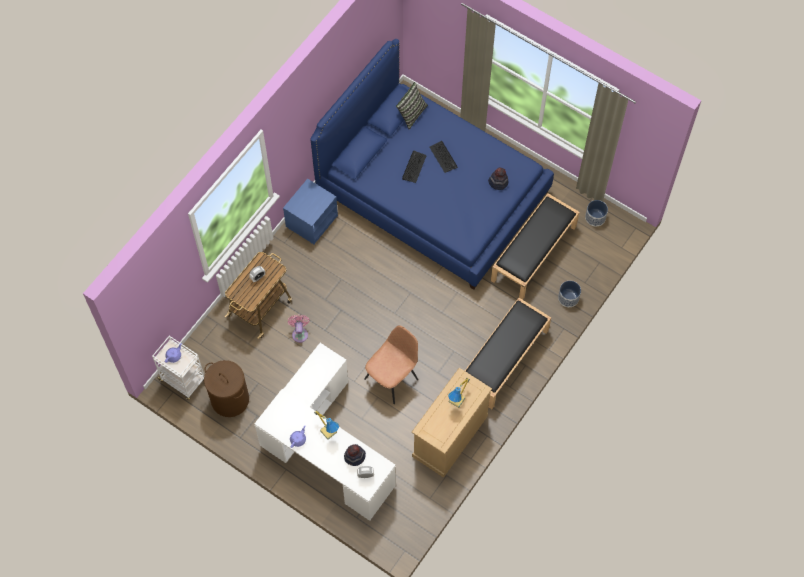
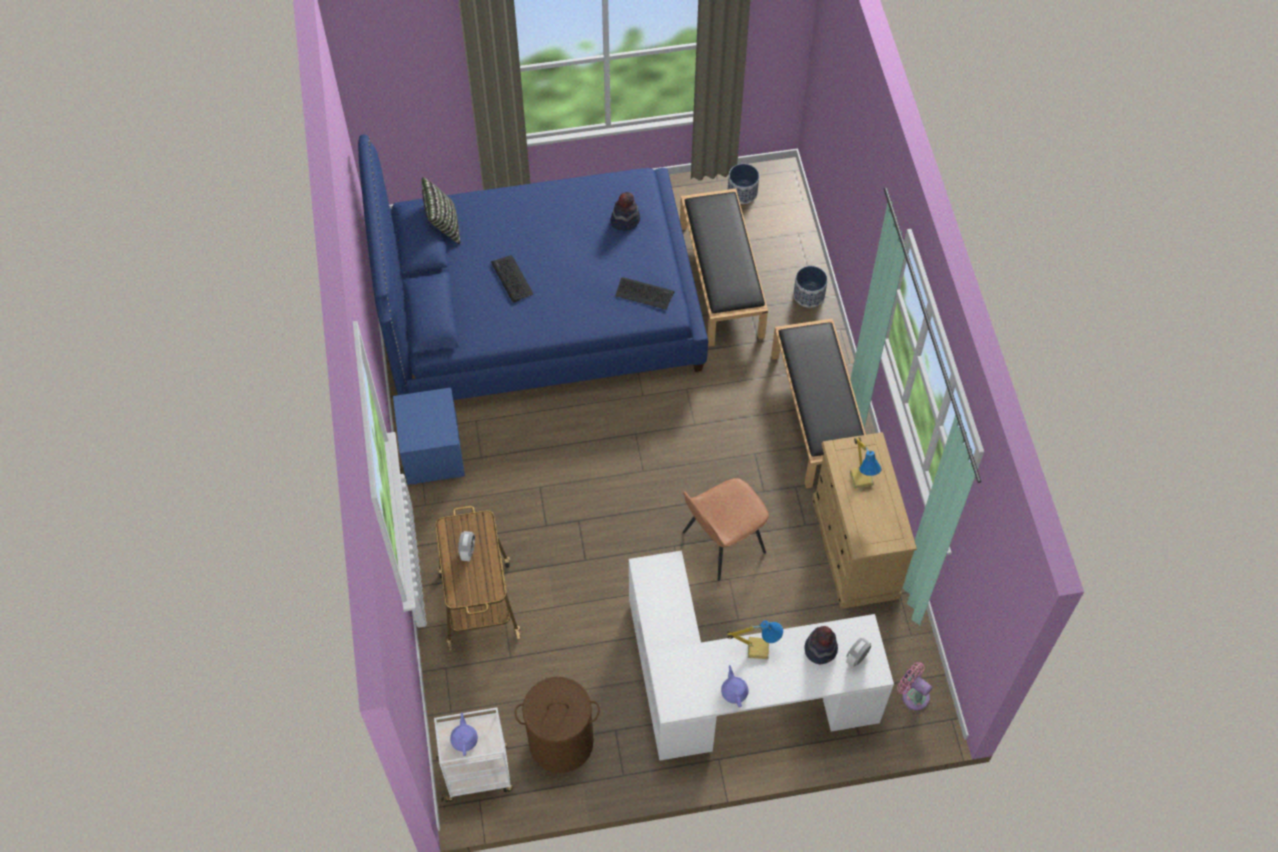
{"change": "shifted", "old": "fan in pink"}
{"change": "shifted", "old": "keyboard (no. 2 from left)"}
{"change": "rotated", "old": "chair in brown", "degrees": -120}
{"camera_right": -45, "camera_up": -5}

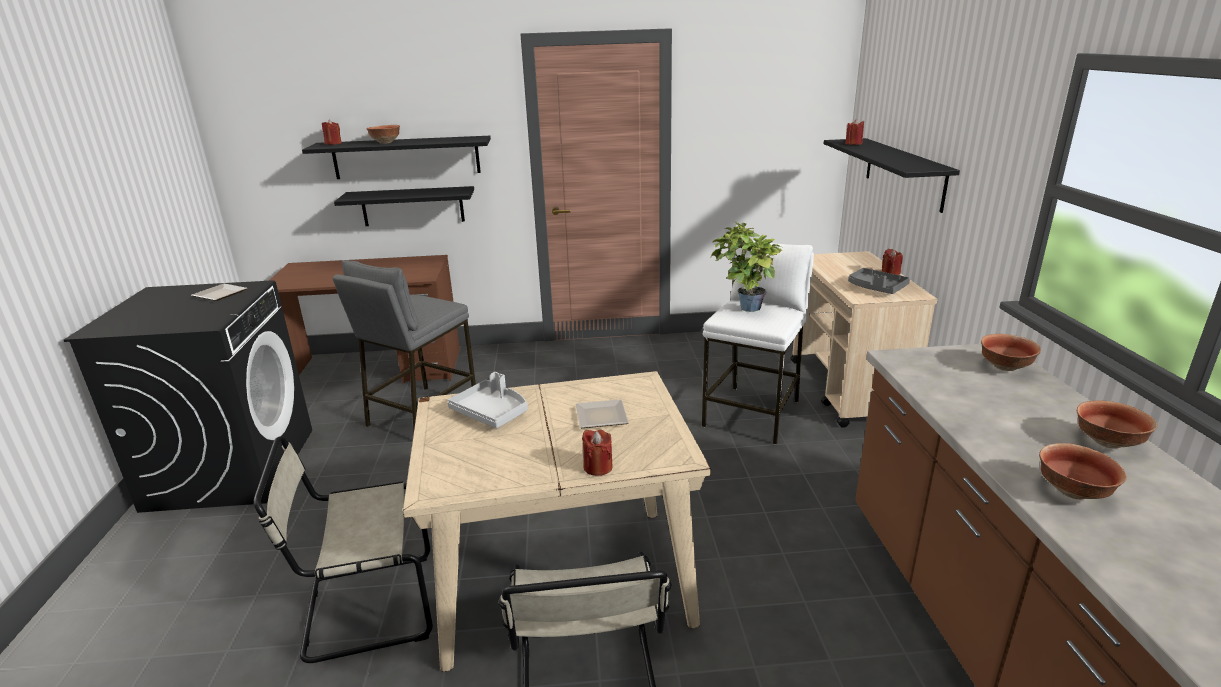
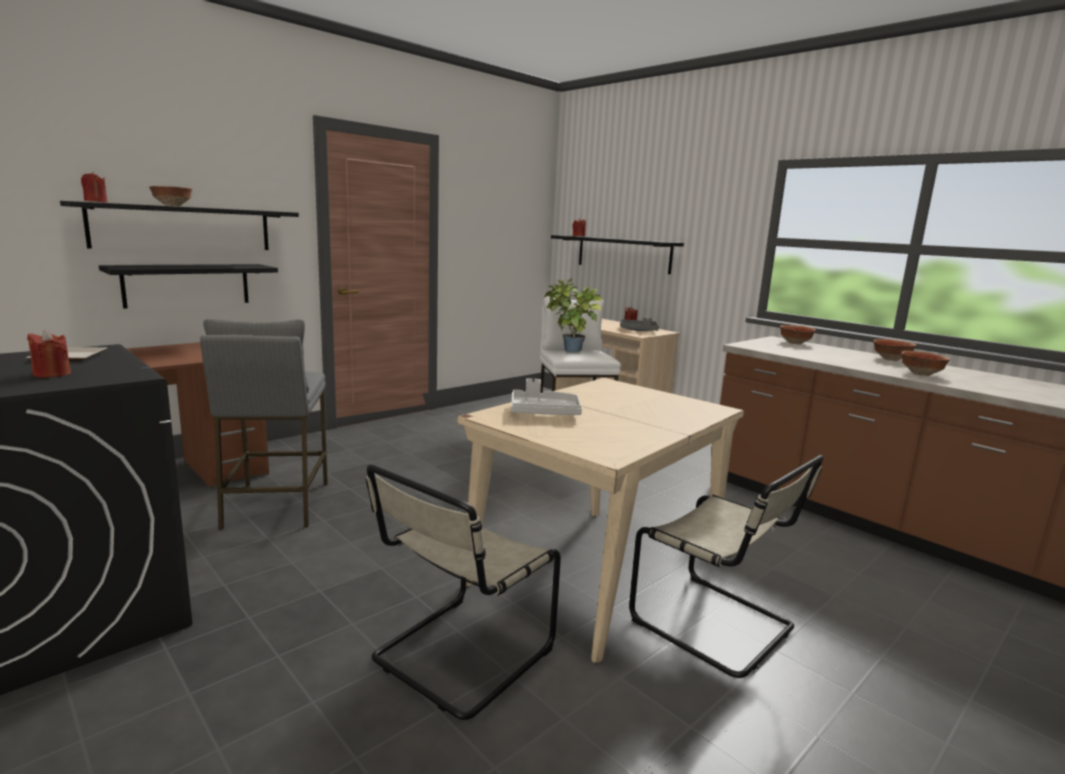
{"change": "gone", "old": "plate (no. 2 from left)"}
{"change": "shifted", "old": "candle in red (no. 2 from left in the first image)", "new": "candle in red (no. 1 from left)"}
{"camera_right": -40, "camera_up": -10}

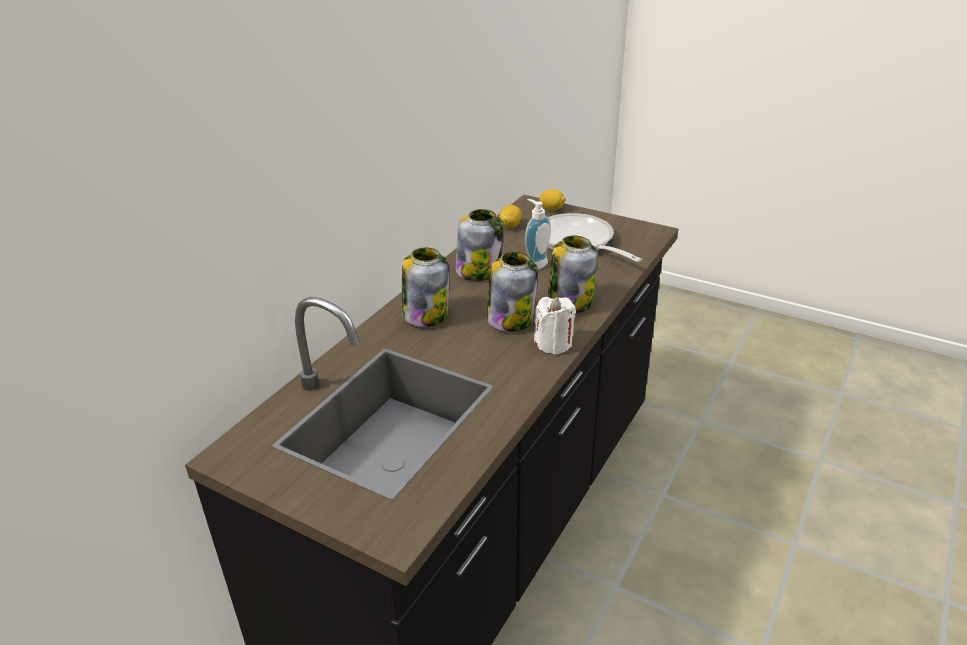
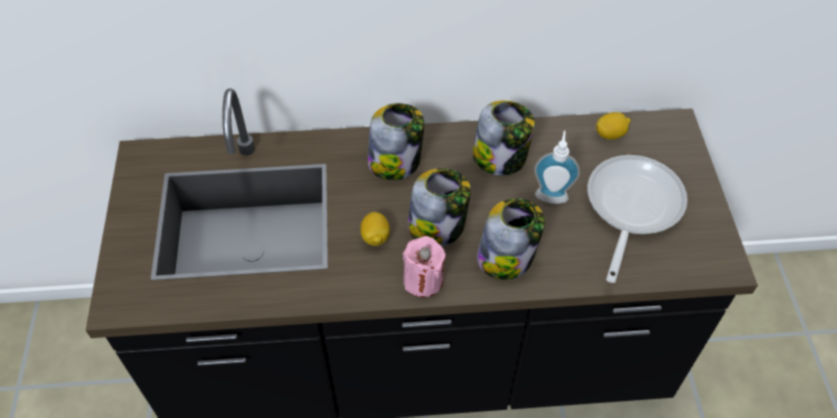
{"change": "shifted", "old": "lemon (no. 2 from left in the first image)", "new": "lemon (no. 1 from left)"}
{"change": "repainted", "old": "candle in white", "new": "candle in pink"}
{"camera_right": 55, "camera_up": 20}

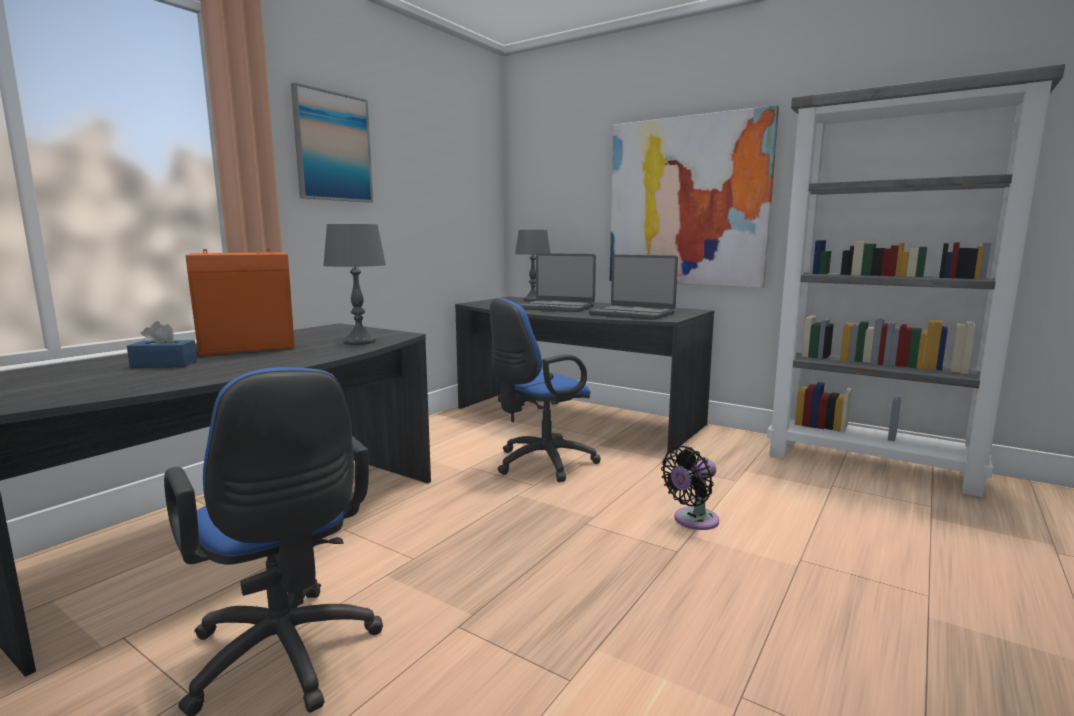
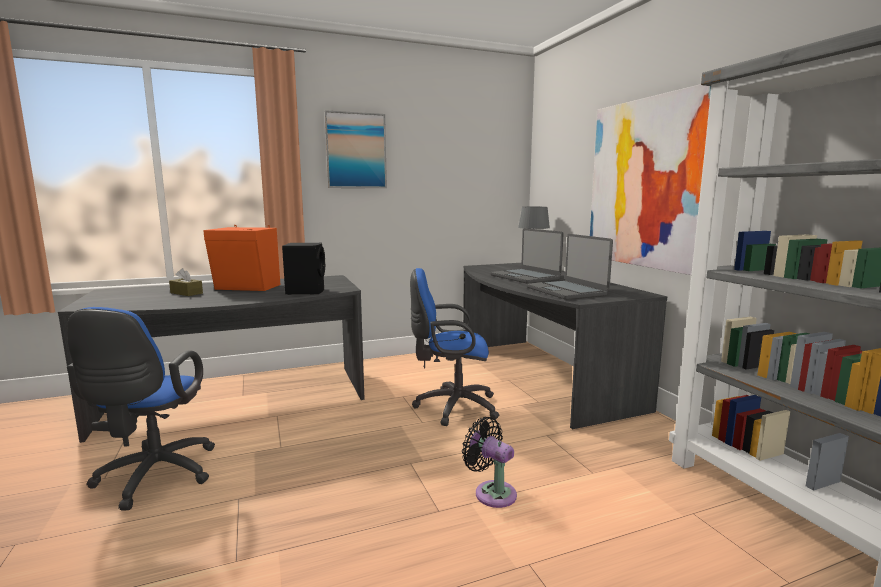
{"change": "swapped", "old": "table lamp in grey (no. 1 from left)", "new": "speaker in black"}
{"change": "repainted", "old": "tissue box in blue", "new": "tissue box in brown"}
{"change": "rotated", "old": "fan in black", "degrees": 45}
{"camera_right": 35, "camera_up": 0}

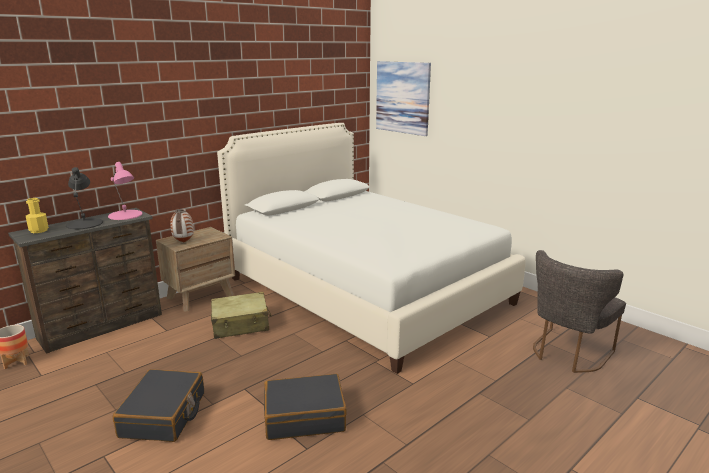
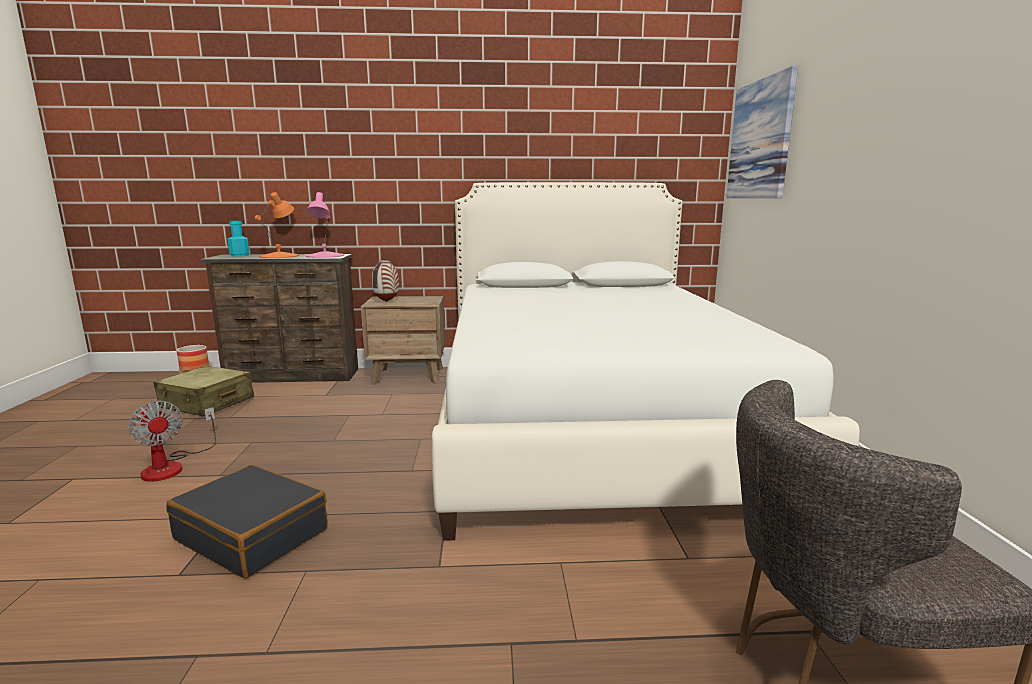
{"change": "shifted", "old": "suitcase in beige"}
{"change": "swapped", "old": "suitcase in black (no. 1 from left)", "new": "fan"}
{"change": "repainted", "old": "bottle in yellow", "new": "bottle in turquoise"}
{"change": "repainted", "old": "table lamp in black", "new": "table lamp in orange"}
{"camera_right": 40, "camera_up": -5}

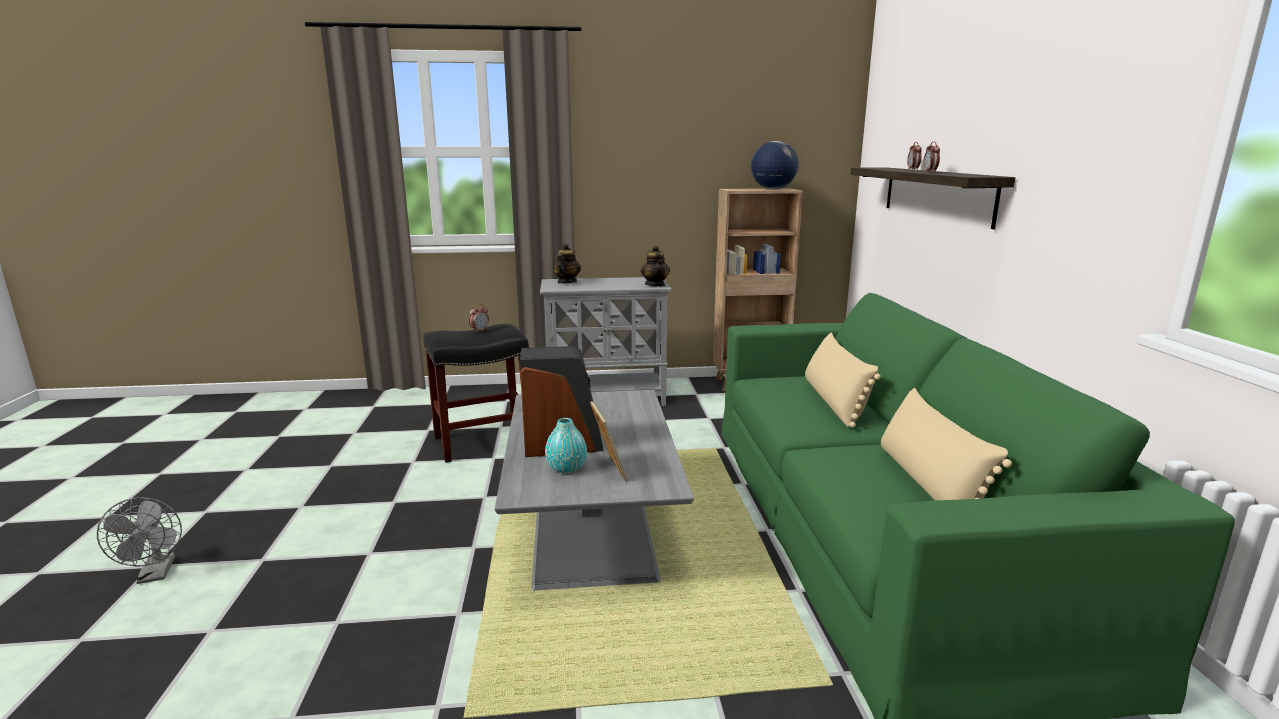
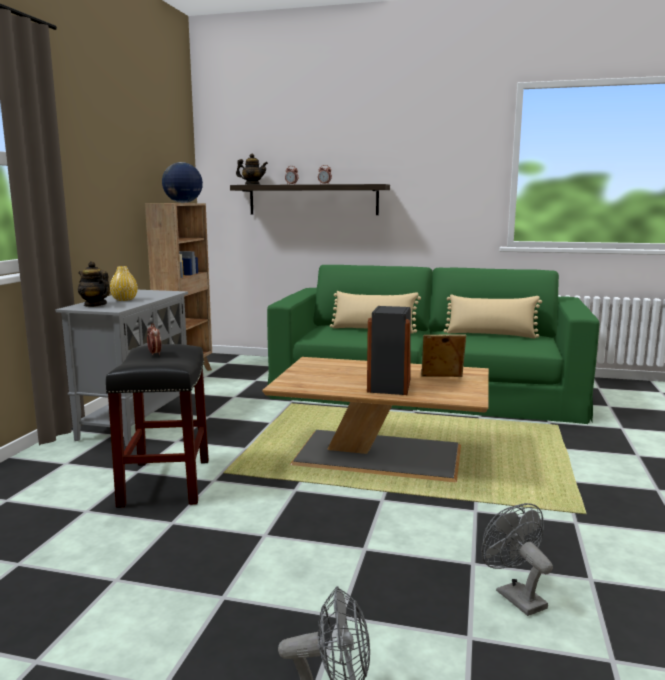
{"change": "gone", "old": "vase in turquoise"}
{"change": "new", "new": "vase in yellow"}
{"change": "new", "new": "fan in grey (no. 2 from left)"}
{"change": "shifted", "old": "teapot (no. 2 from left)"}
{"change": "repainted", "old": "coffee table in grey", "new": "coffee table in brown"}
{"camera_right": -70, "camera_up": -5}

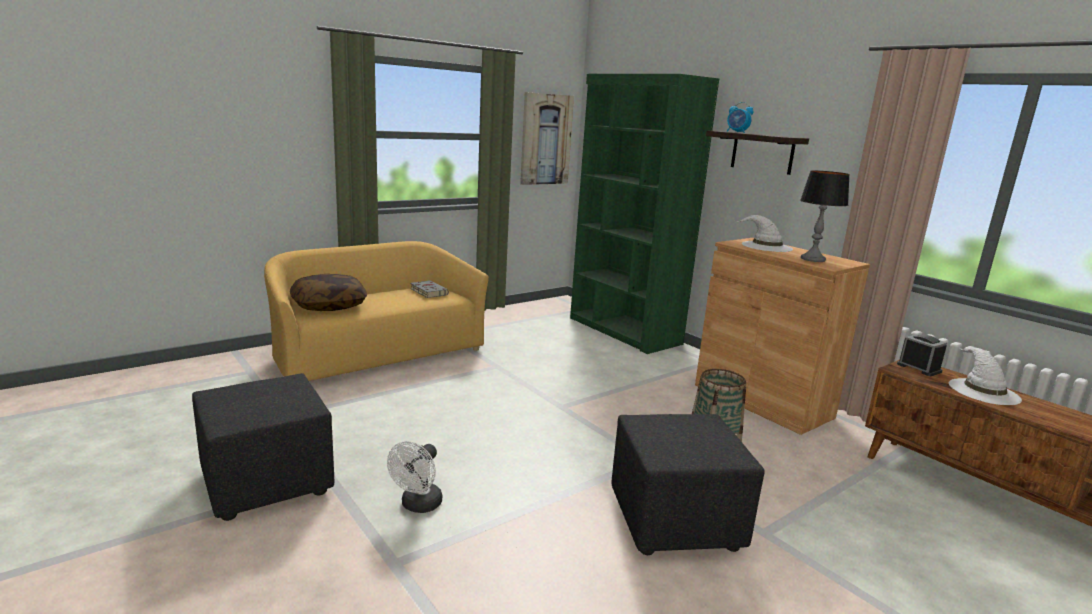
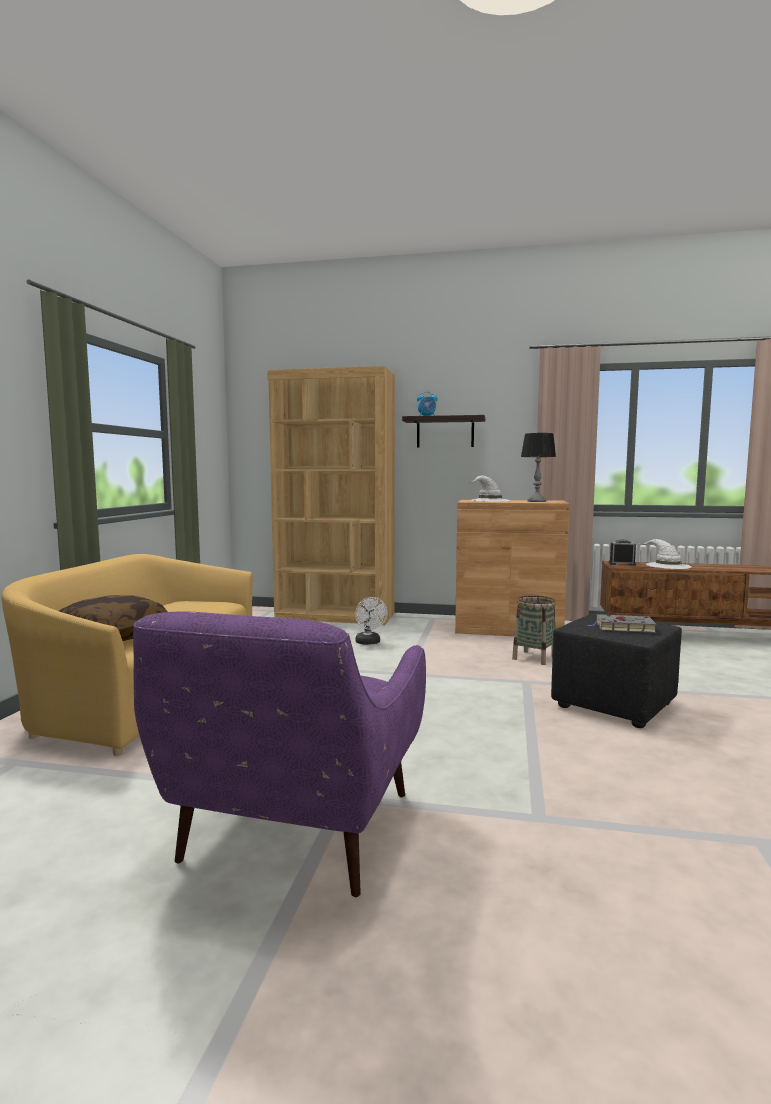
{"change": "gone", "old": "picture"}
{"change": "shifted", "old": "fan in white"}
{"change": "shifted", "old": "book in grey"}
{"change": "swapped", "old": "ottoman in black (no. 1 from left)", "new": "armchair in purple"}
{"change": "repainted", "old": "bookcase in green", "new": "bookcase in brown"}
{"camera_right": -40, "camera_up": -10}

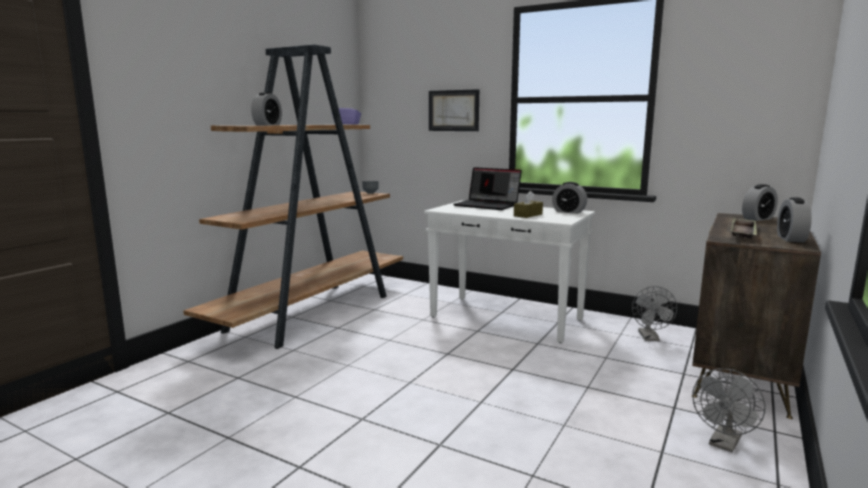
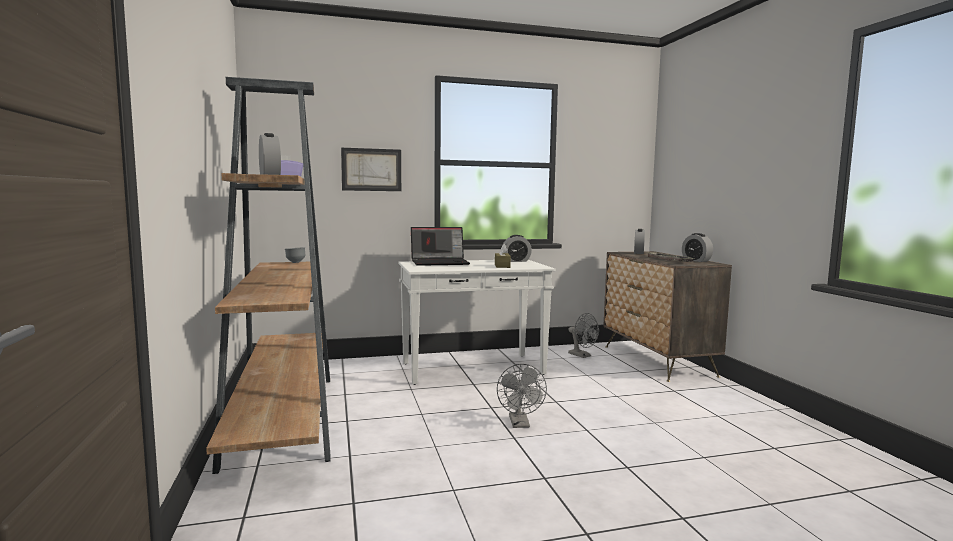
{"change": "shifted", "old": "fan in grey (no. 2 from left in the first image)", "new": "fan in grey (no. 1 from left)"}
{"camera_right": -45, "camera_up": -5}

